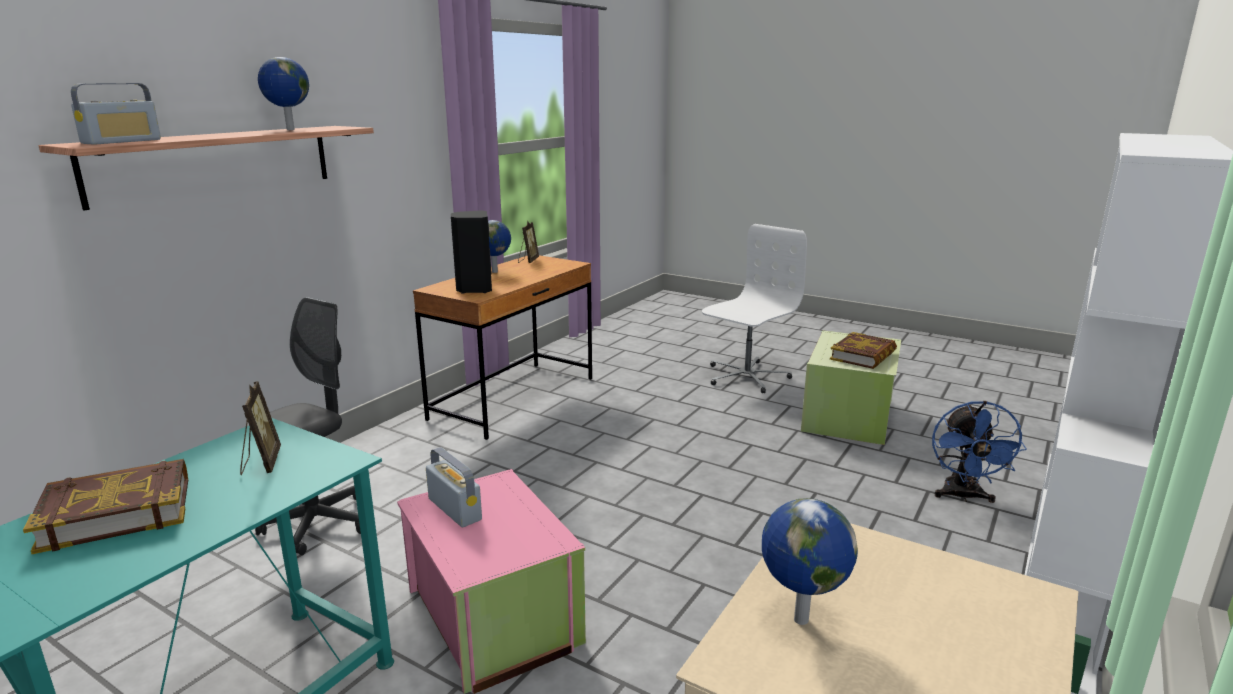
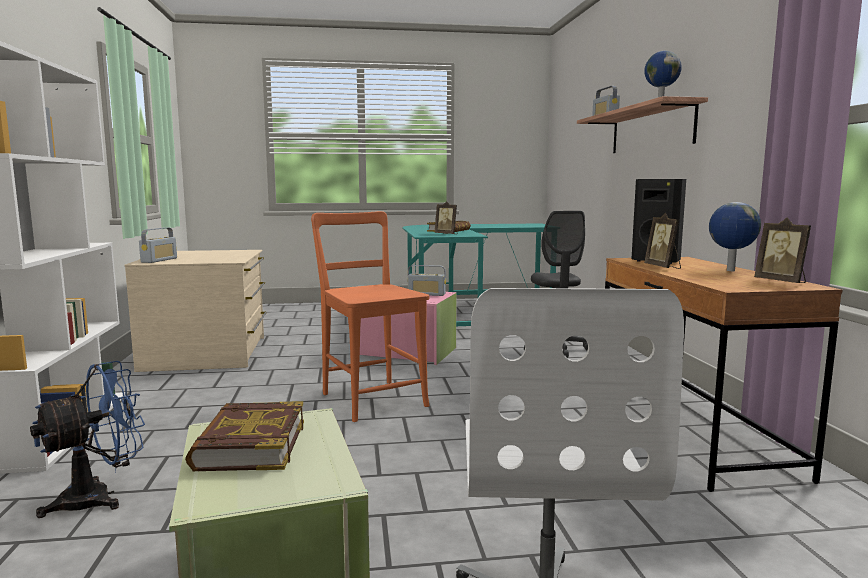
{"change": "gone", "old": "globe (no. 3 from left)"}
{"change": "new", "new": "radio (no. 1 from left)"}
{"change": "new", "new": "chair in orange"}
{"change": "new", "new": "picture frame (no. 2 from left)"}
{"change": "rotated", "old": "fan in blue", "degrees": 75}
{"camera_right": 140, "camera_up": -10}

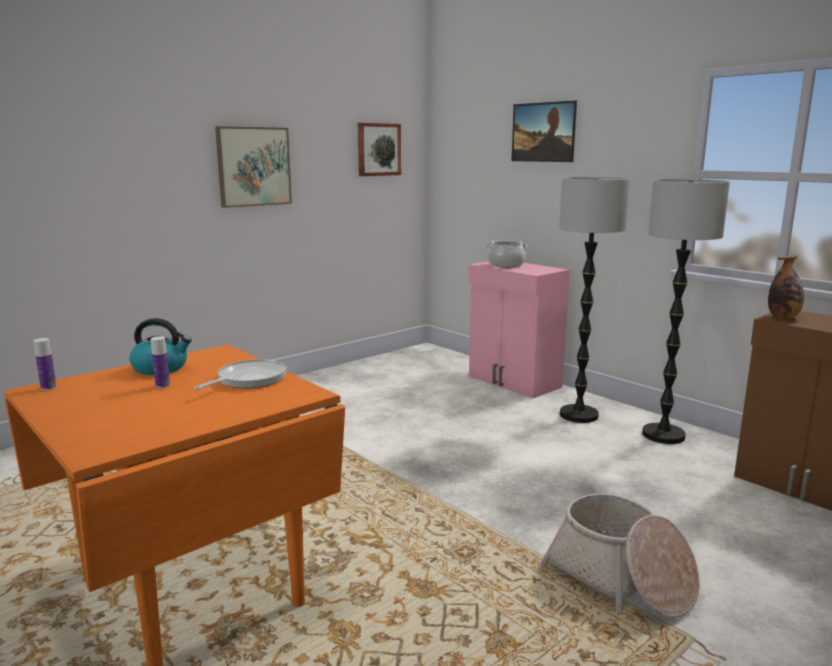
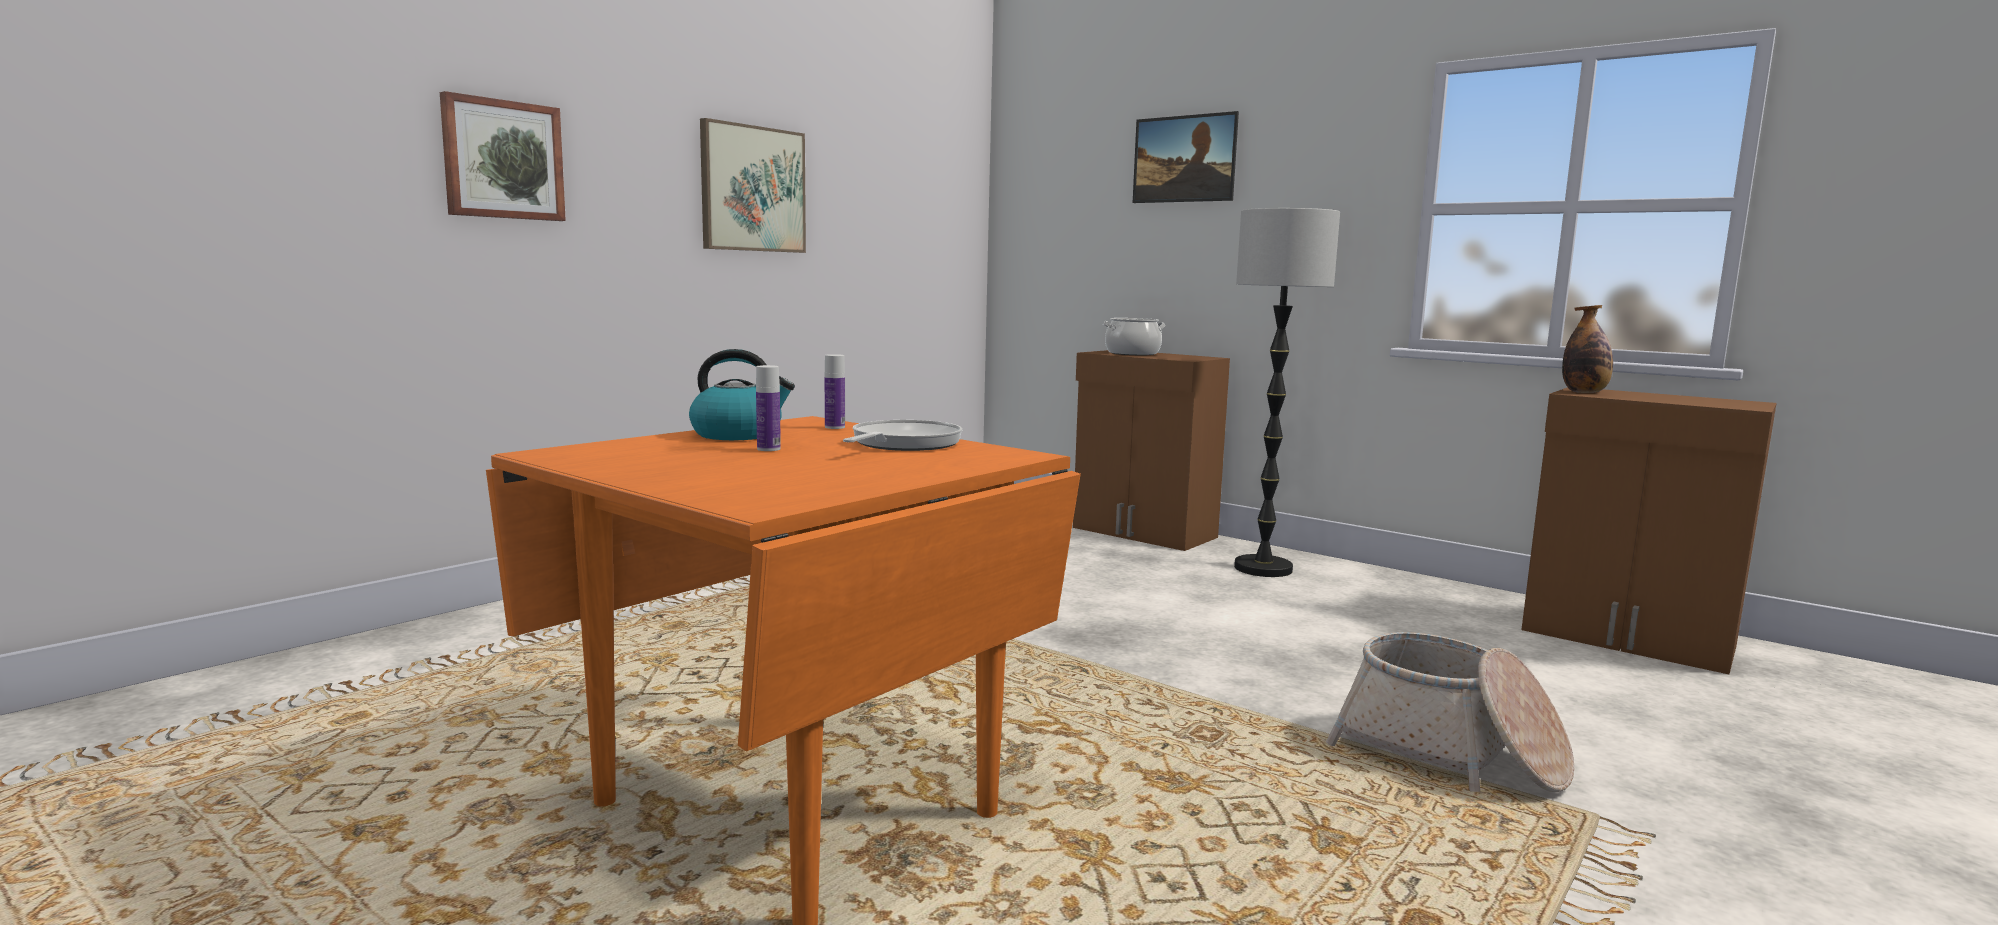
{"change": "gone", "old": "floor lamp (no. 2 from left)"}
{"change": "shifted", "old": "bottle (no. 1 from left in the first image)", "new": "bottle (no. 2 from left)"}
{"change": "shifted", "old": "picture (no. 2 from left in the first image)", "new": "picture (no. 1 from left)"}
{"change": "repainted", "old": "cabinet in pink", "new": "cabinet in brown (no. 1 from left)"}
{"camera_right": -10, "camera_up": -5}

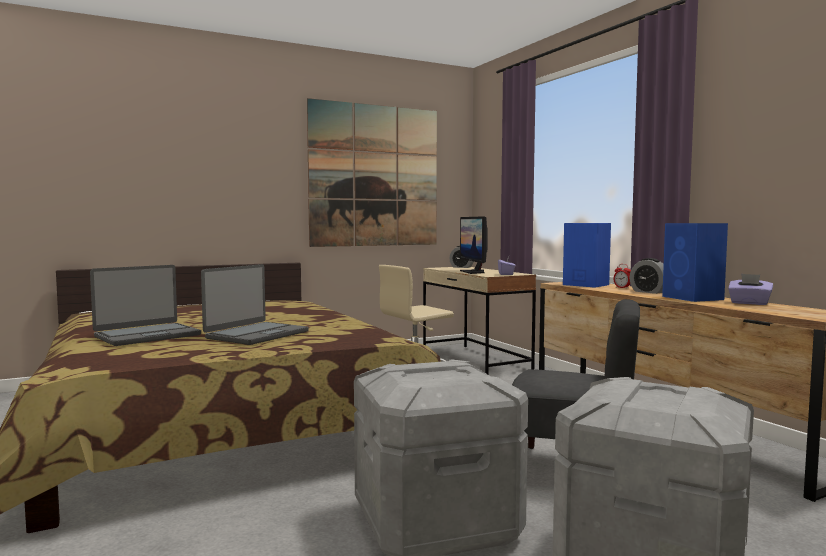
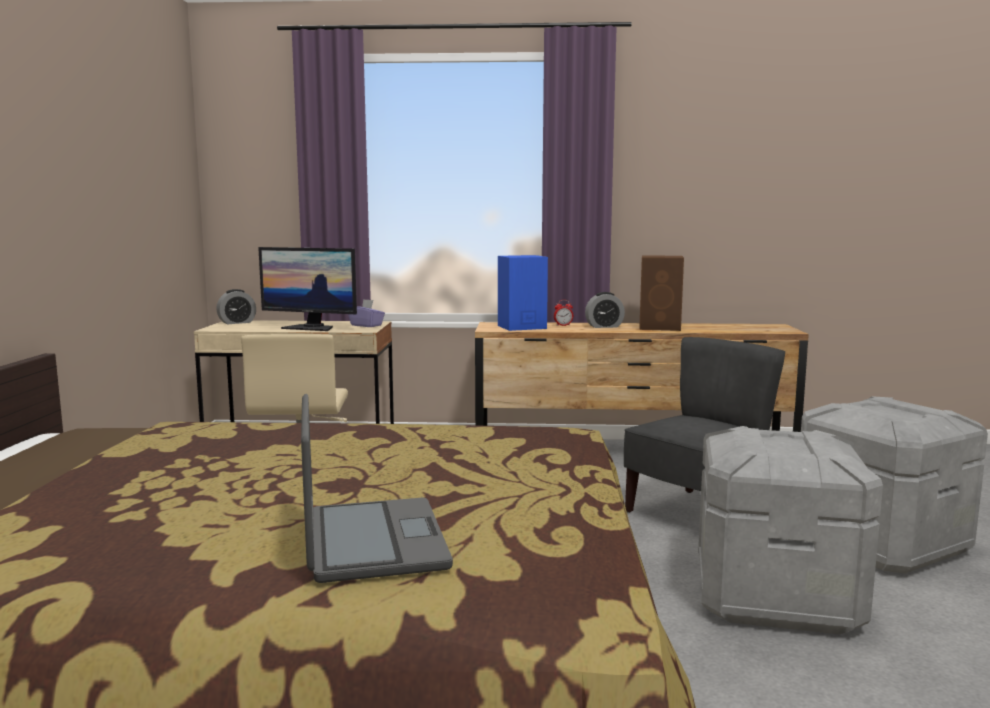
{"change": "gone", "old": "laptop (no. 2 from left)"}
{"change": "gone", "old": "picture"}
{"change": "gone", "old": "tissue box in purple (no. 2 from left)"}
{"change": "repainted", "old": "speaker in blue (no. 2 from left)", "new": "speaker in brown"}
{"camera_right": -60, "camera_up": 5}

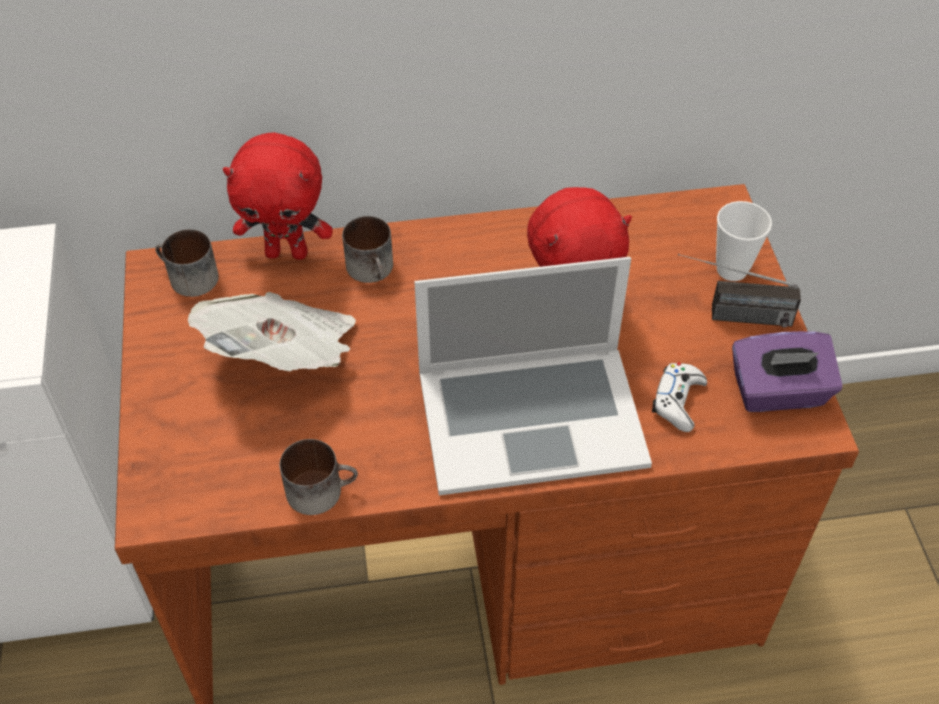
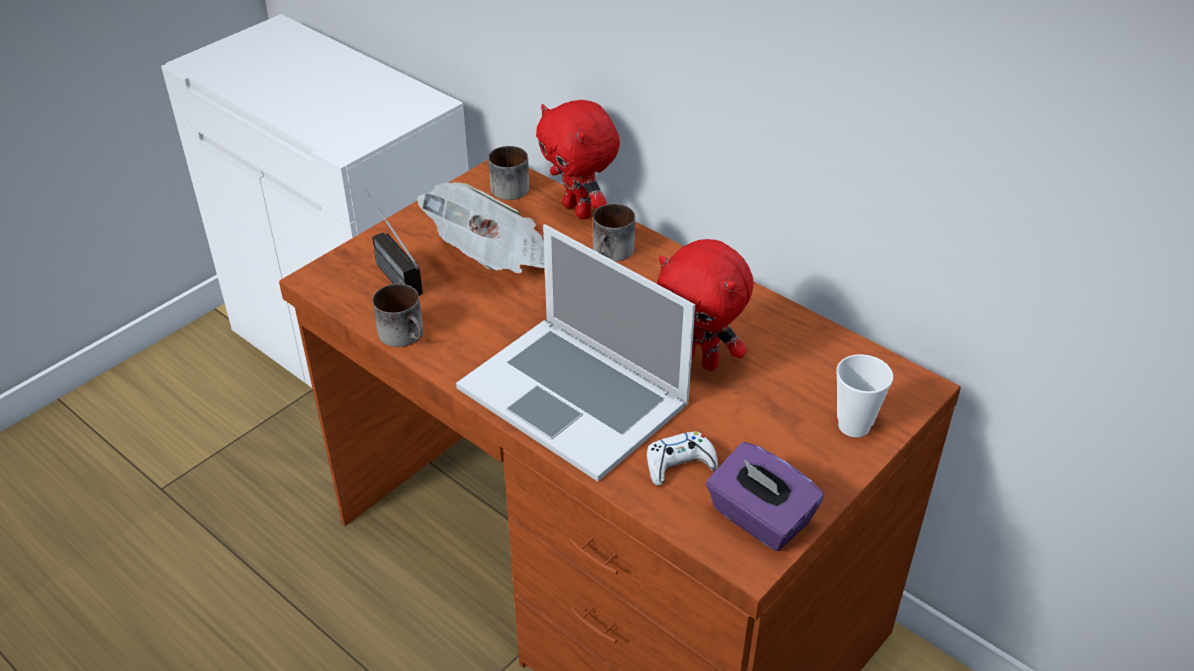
{"change": "shifted", "old": "radio"}
{"camera_right": 50, "camera_up": -10}

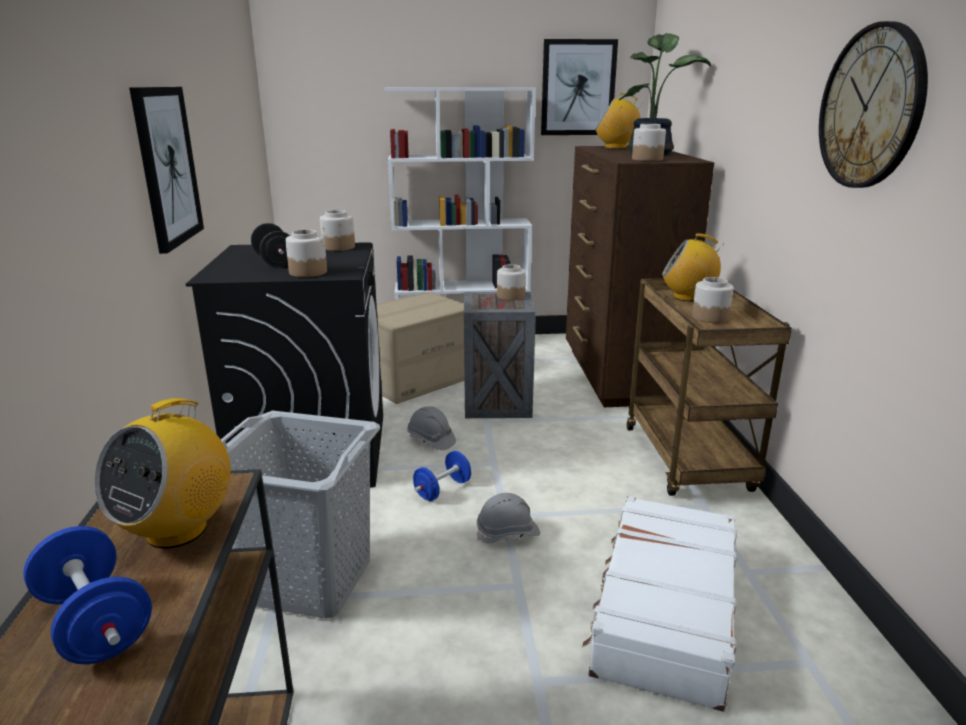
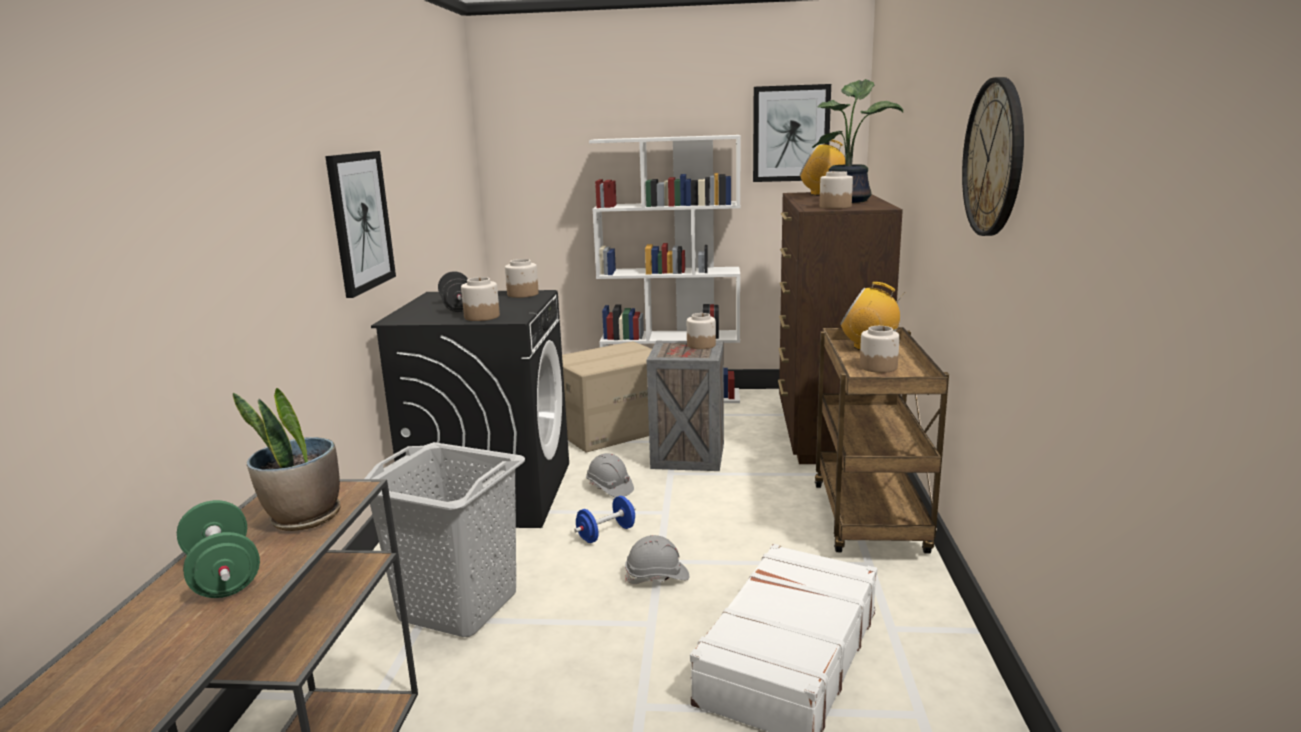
{"change": "swapped", "old": "radio (no. 1 from left)", "new": "potted plant (no. 1 from left)"}
{"change": "repainted", "old": "dumbbell in blue (no. 1 from left)", "new": "dumbbell in green"}
{"camera_right": 10, "camera_up": -5}

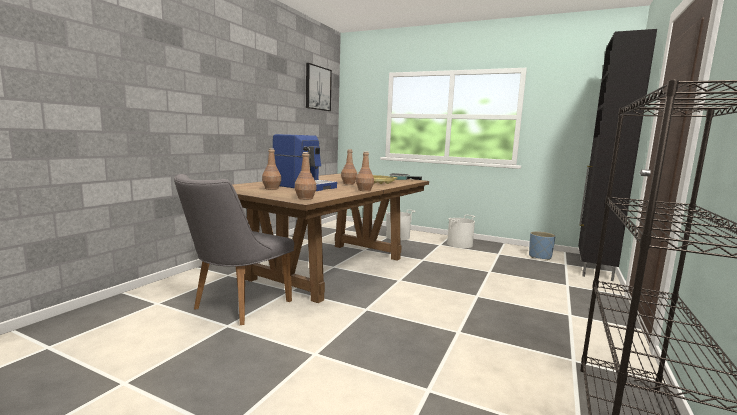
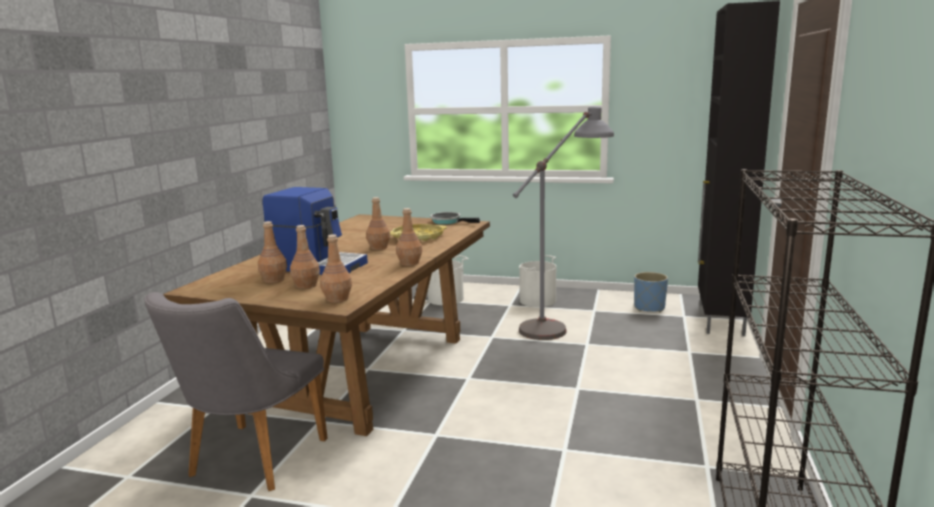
{"change": "gone", "old": "picture"}
{"change": "new", "new": "bottle in brown (no. 2 from left)"}
{"change": "new", "new": "floor lamp in grey"}
{"camera_right": -10, "camera_up": 5}

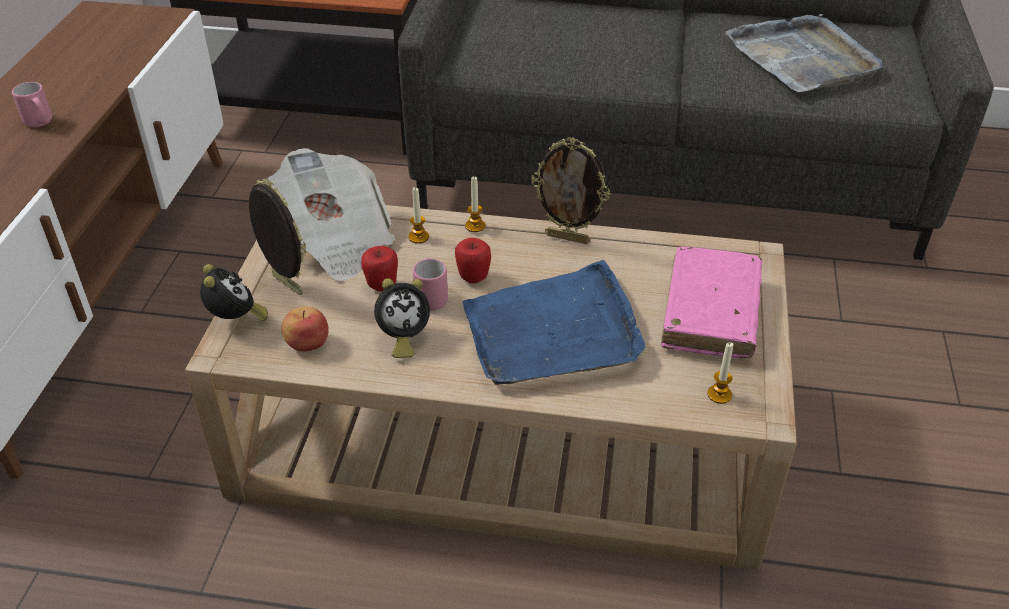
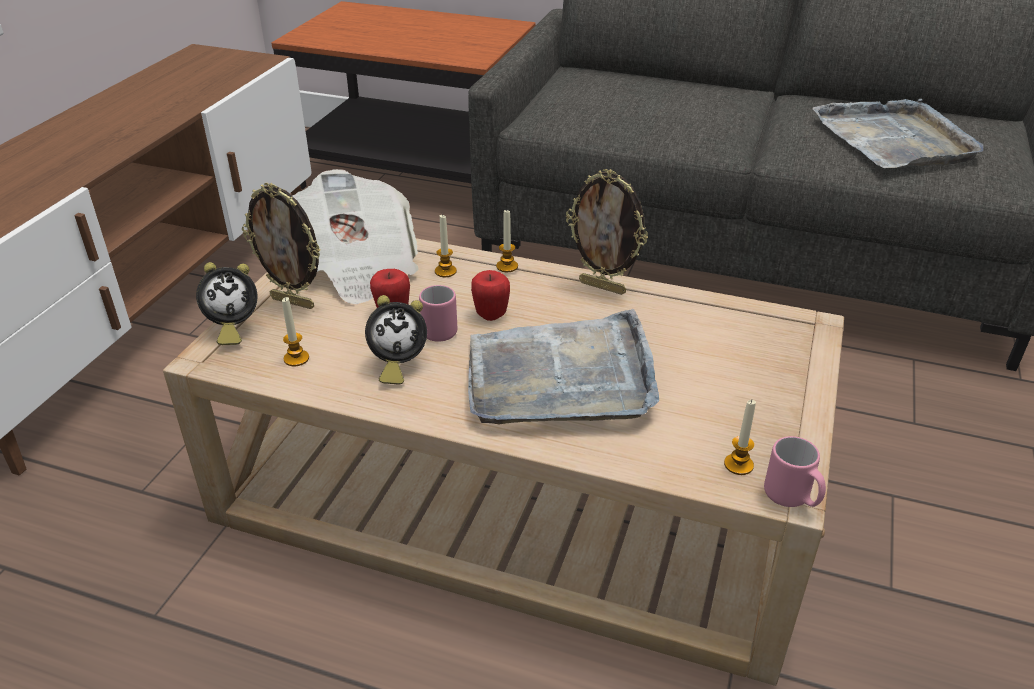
{"change": "gone", "old": "book in pink"}
{"change": "shifted", "old": "mug in pink (no. 1 from left in the first image)", "new": "mug in pink (no. 2 from left)"}
{"change": "swapped", "old": "apple (no. 1 from left)", "new": "candle (no. 1 from left)"}
{"change": "repainted", "old": "tray in blue", "new": "tray in grey (no. 1 from left)"}
{"change": "rotated", "old": "alarm clock (no. 1 from left)", "degrees": 75}
{"change": "rotated", "old": "picture frame (no. 1 from left)", "degrees": 150}
{"camera_right": 10, "camera_up": -5}

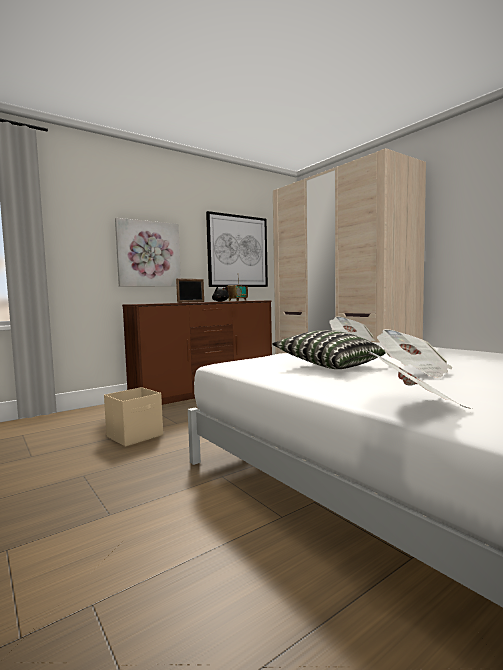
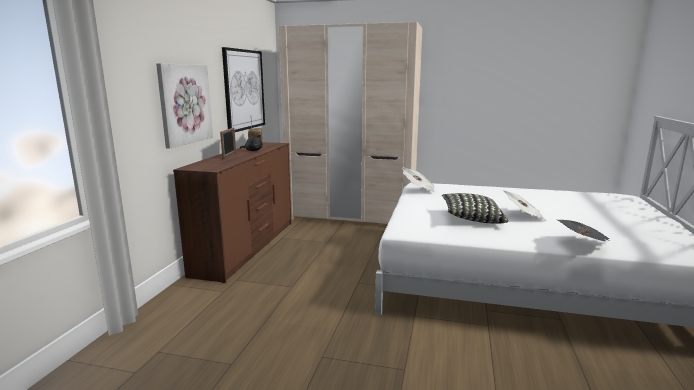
{"change": "gone", "old": "storage box in beige"}
{"camera_right": -40, "camera_up": 10}

